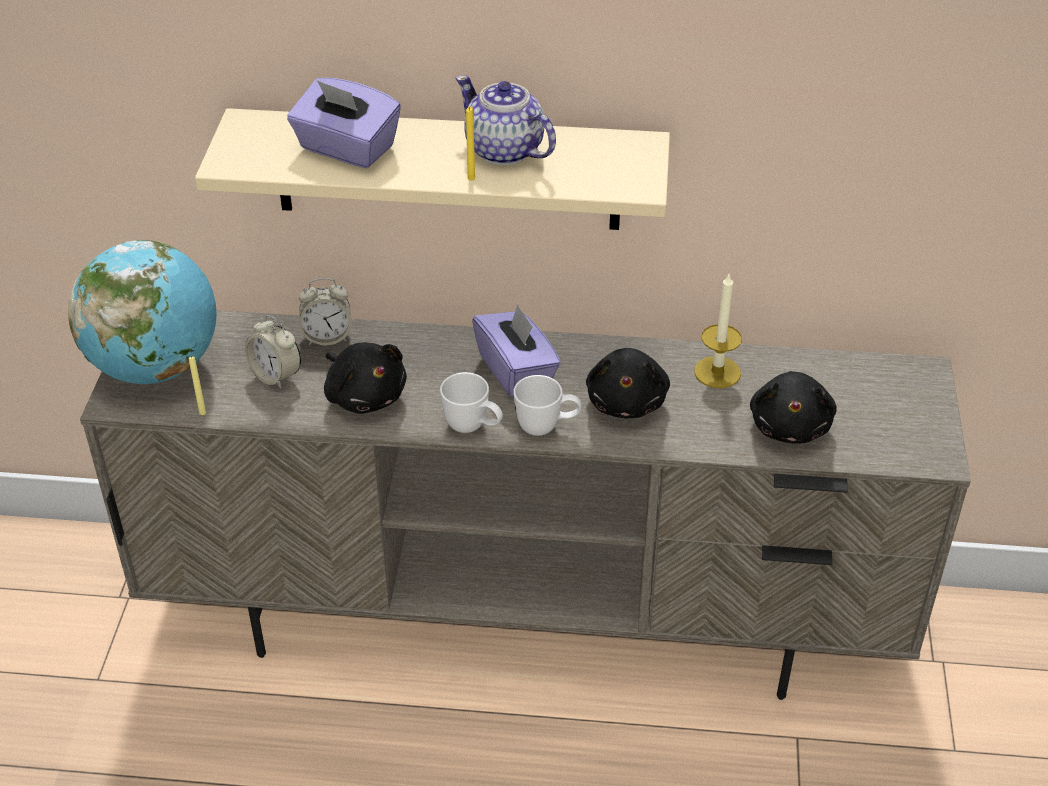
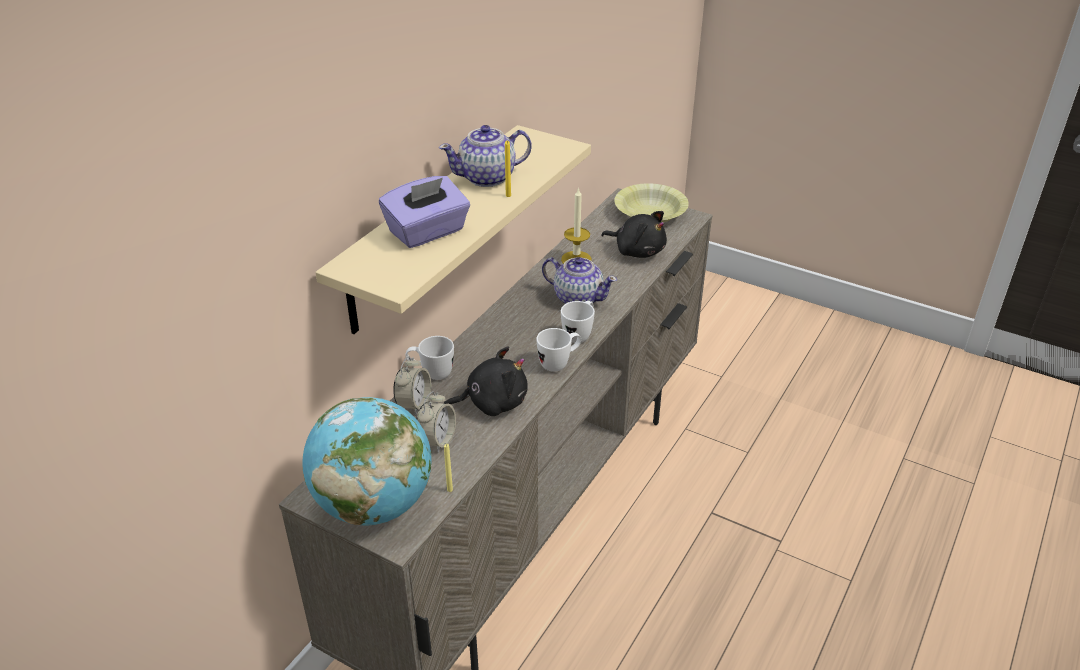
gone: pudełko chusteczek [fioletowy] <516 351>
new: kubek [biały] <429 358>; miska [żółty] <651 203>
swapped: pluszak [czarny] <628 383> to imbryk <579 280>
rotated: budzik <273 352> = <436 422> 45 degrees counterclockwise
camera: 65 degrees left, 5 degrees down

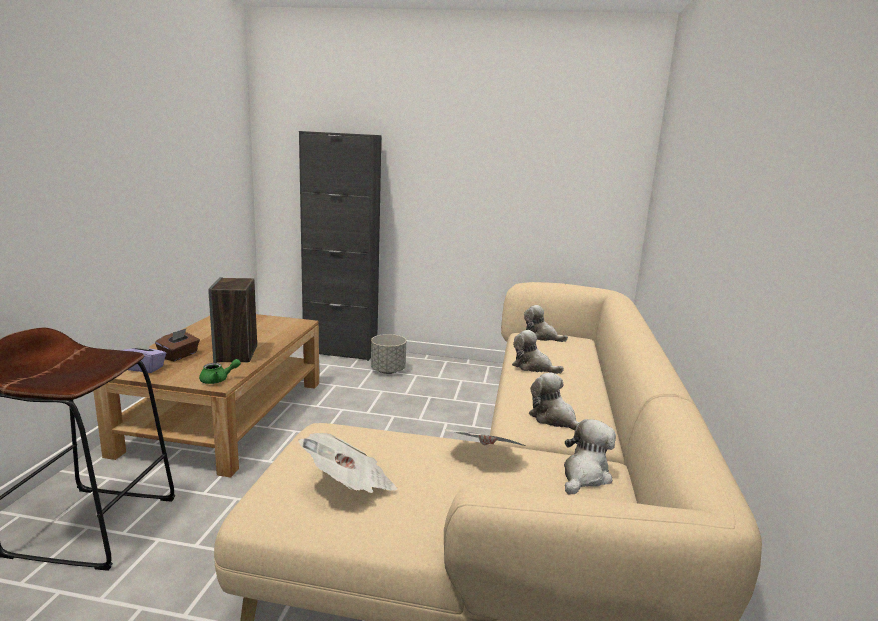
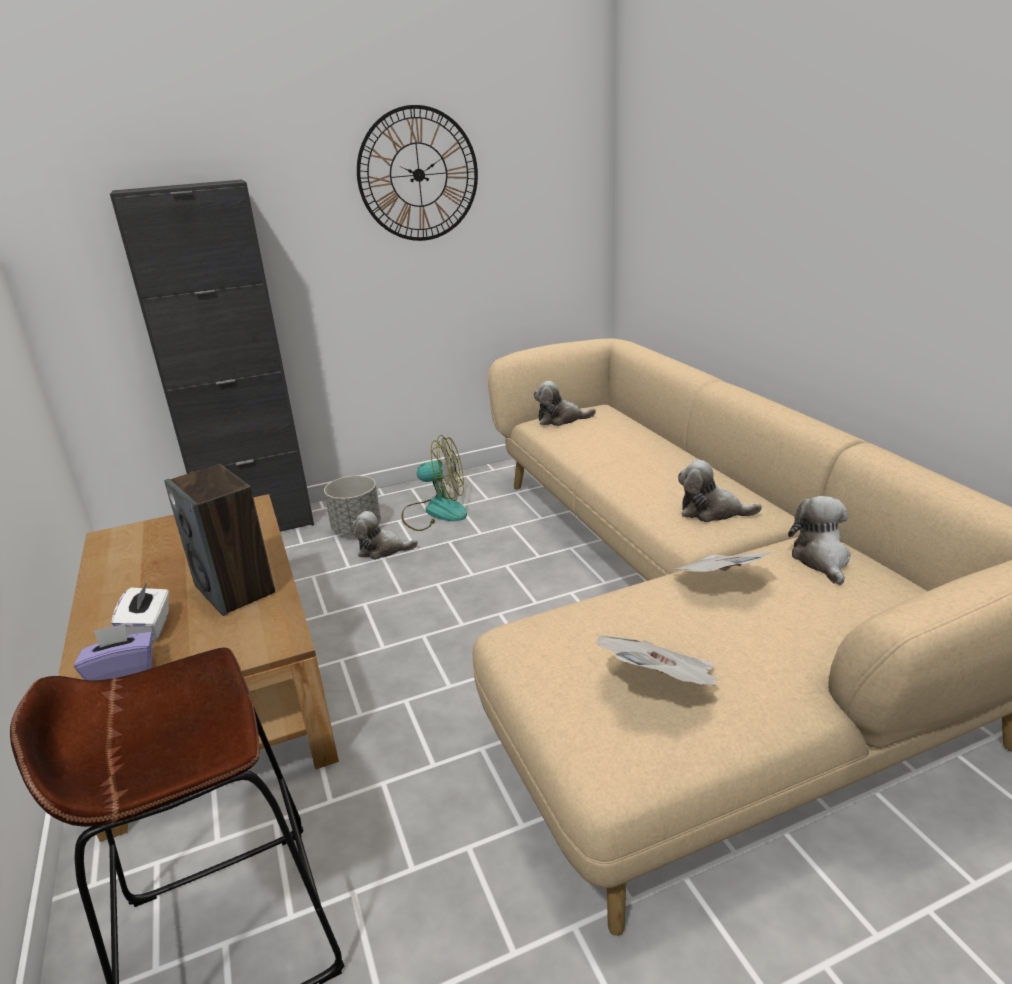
gone: imbryk [zielony] <220 371>
new: zegar ścienny <417 173>; wentylator <434 483>
shifted: pluszak <538 352> to <384 535>
repainted: pudełko chusteczek [brązowy] <177 345> to pudełko chusteczek [biały] <140 612>
camera: 30 degrees left, 10 degrees up

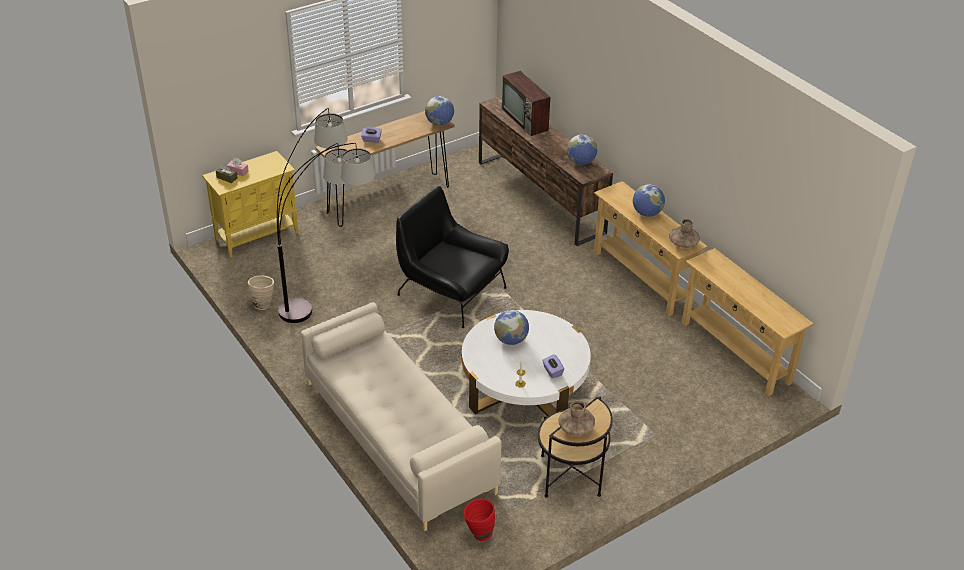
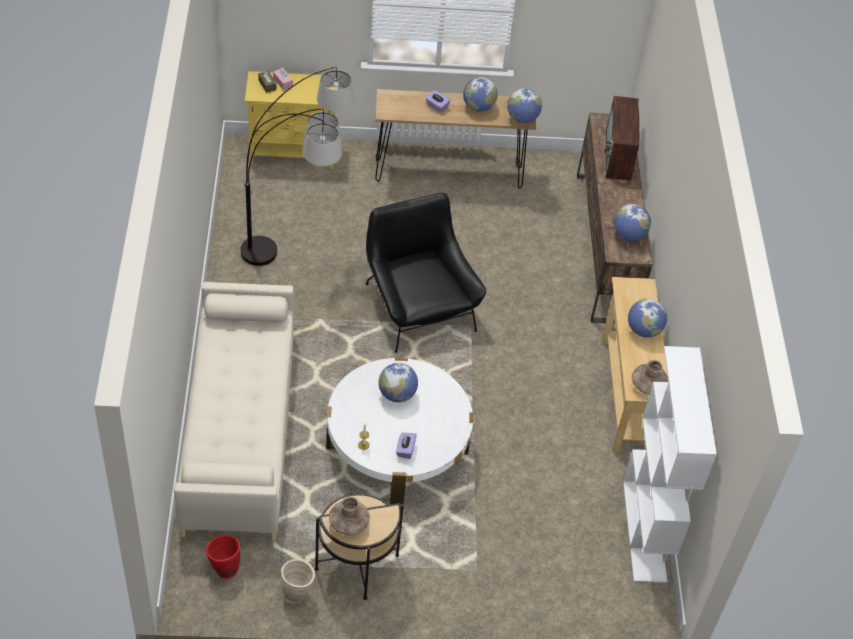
new: globus <480 94>
shifted: wazon [beżowy] <261 293> to <298 581>
swapped: stolik konsolowy [beżowy] <748 322> to regał [biały] <670 464>
camera: 30 degrees right, 10 degrees up

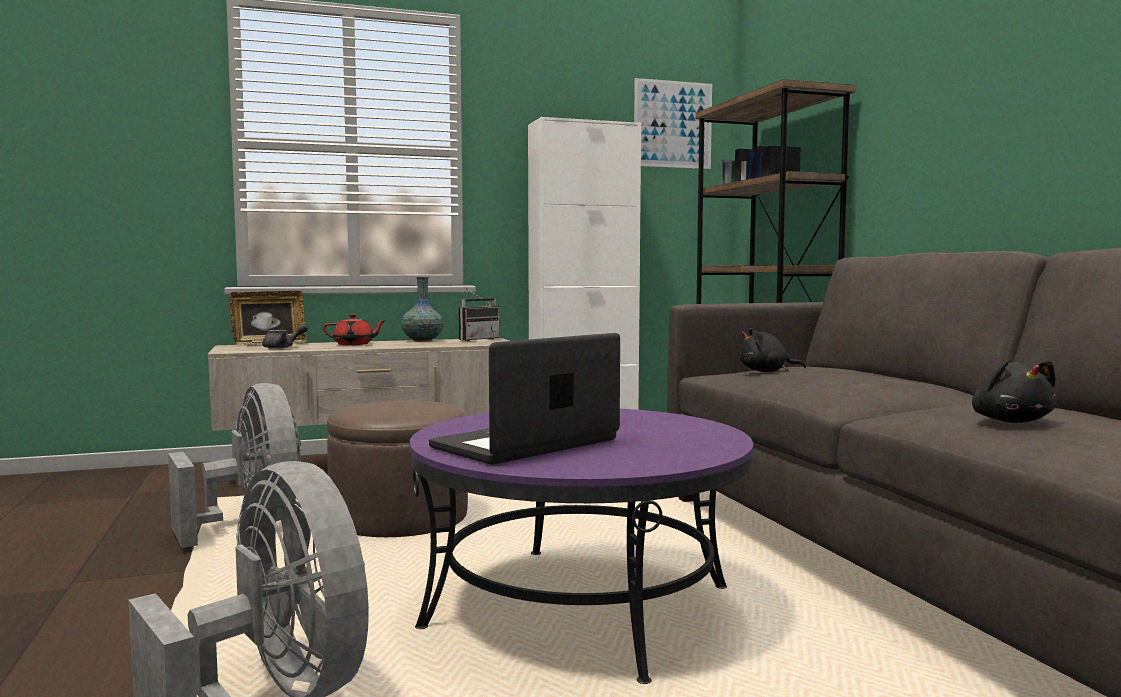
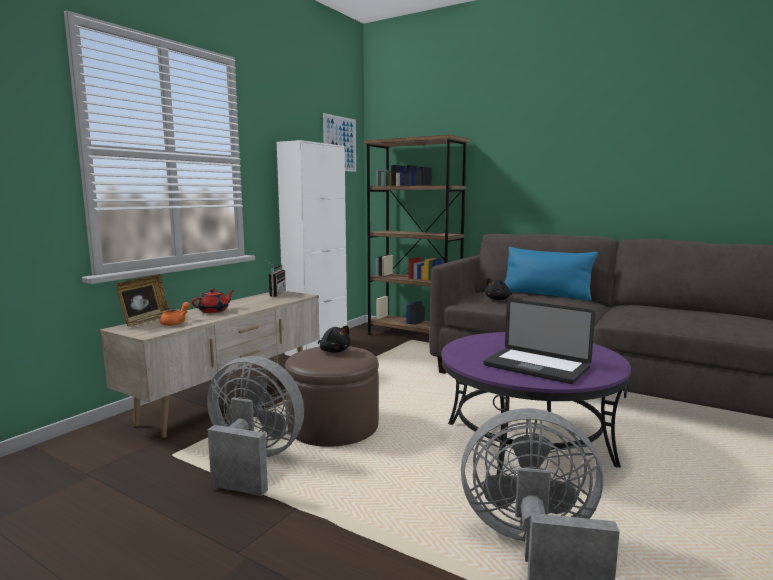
gone: wazon <422 309>
new: poduszka [niebieski] <551 274>
shifted: pluszak [czarny] <1014 391> to <334 339>
repainted: imbryk [szary] <285 336> to imbryk [pomarańczowy] <175 314>
rotated: laptop <524 399> = <539 341> 60 degrees counterclockwise
camera: 40 degrees left, 5 degrees up

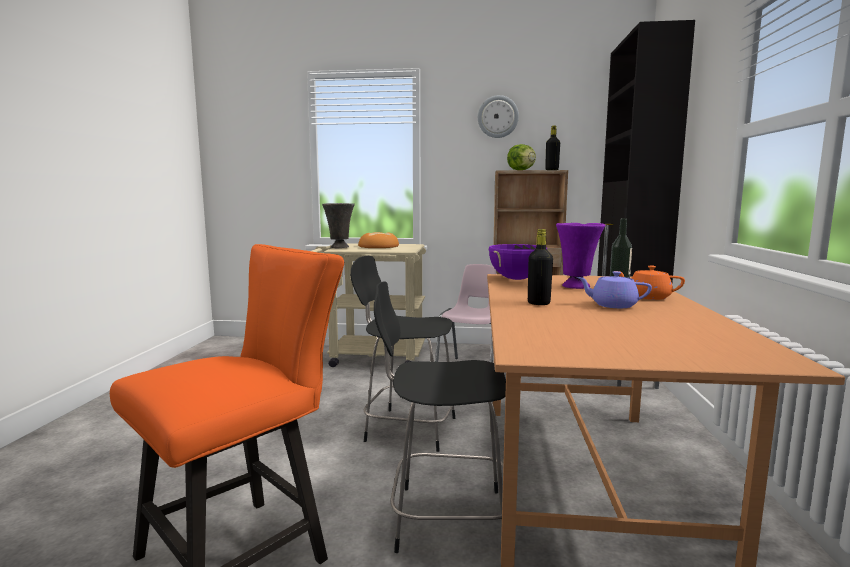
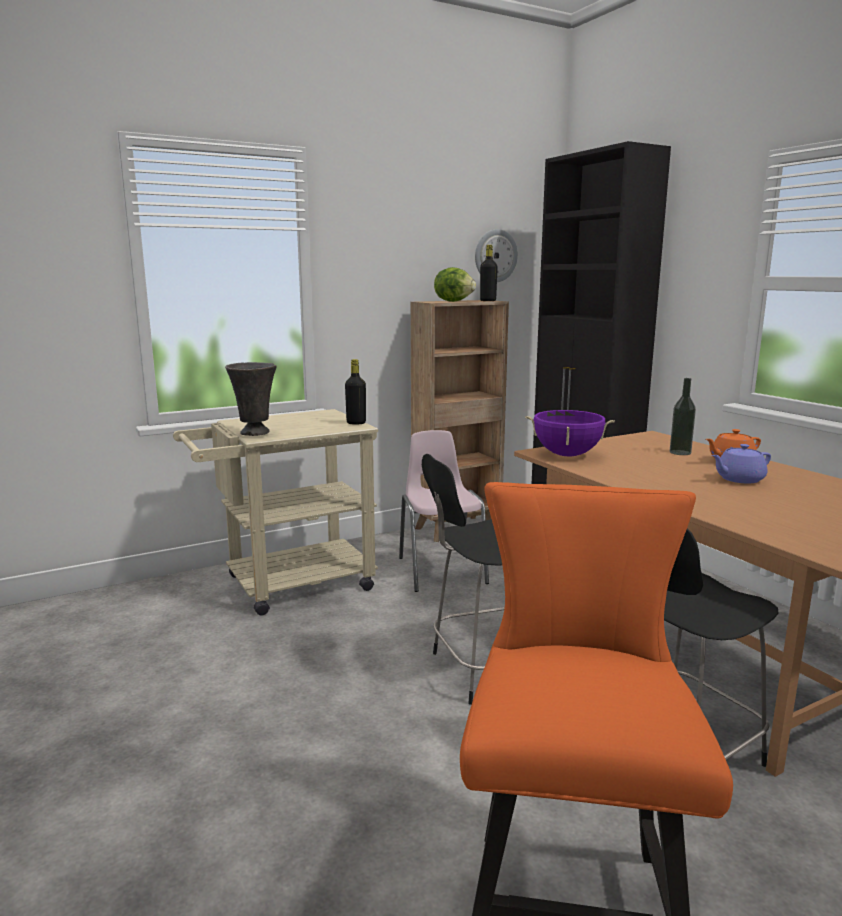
gone: chleb <378 240>; wazon [fioletowy] <580 256>
shifted: zegar ścienny <498 116> to <496 255>; butelka [czarny] <540 267> to <355 392>
camera: 35 degrees left, 5 degrees up

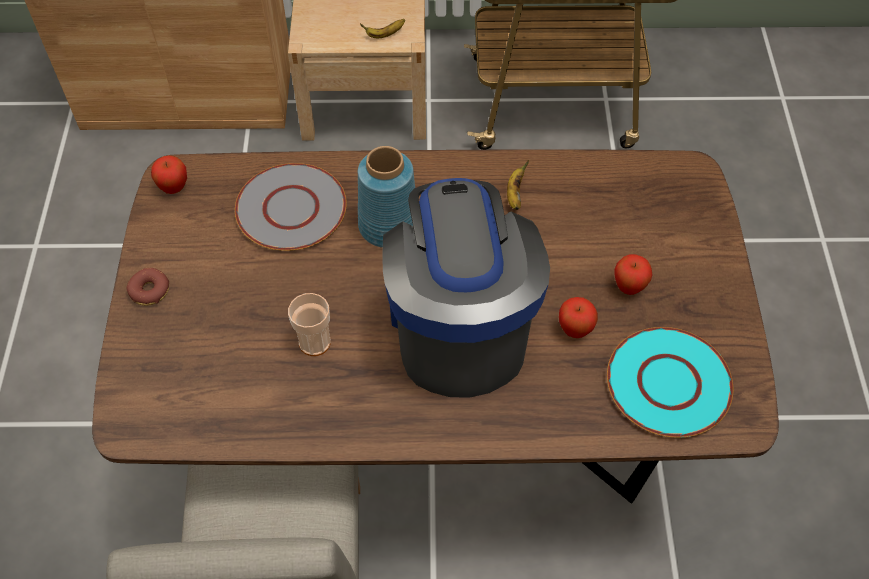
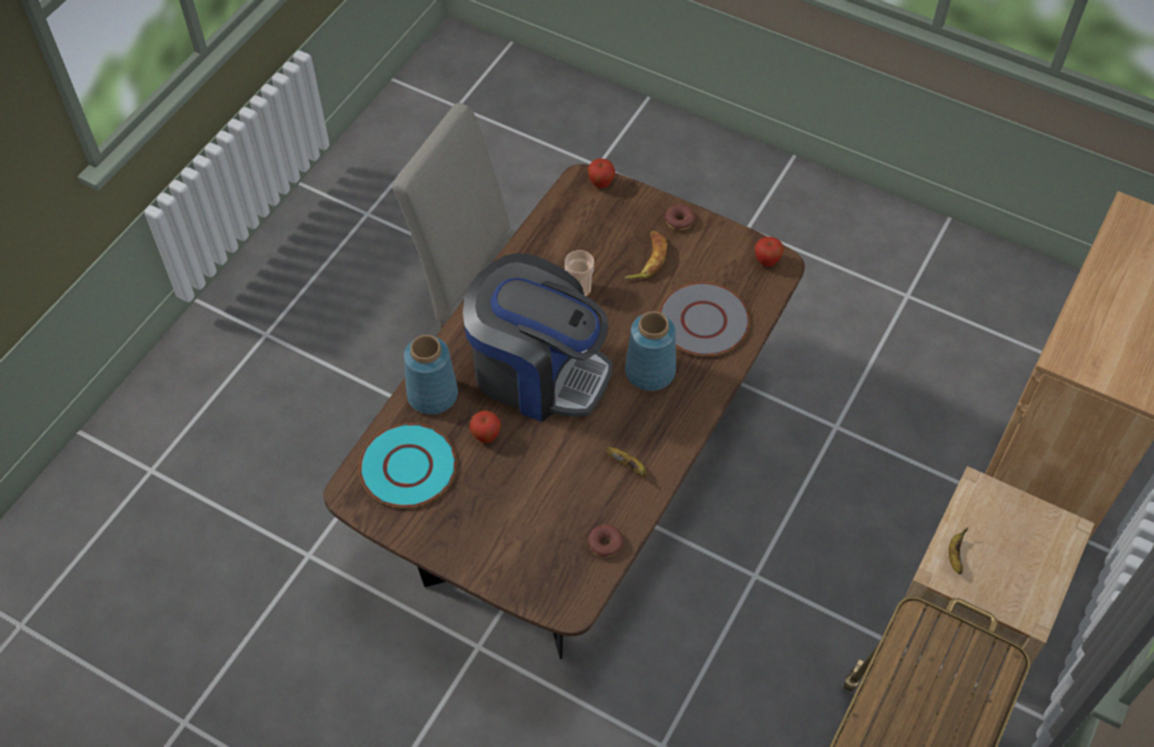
new: wazon [niebieski] <431 375>; donut <605 540>; banan <645 255>
shifted: jabłko <634 274> to <601 173>
camera: 120 degrees right, 0 degrees up

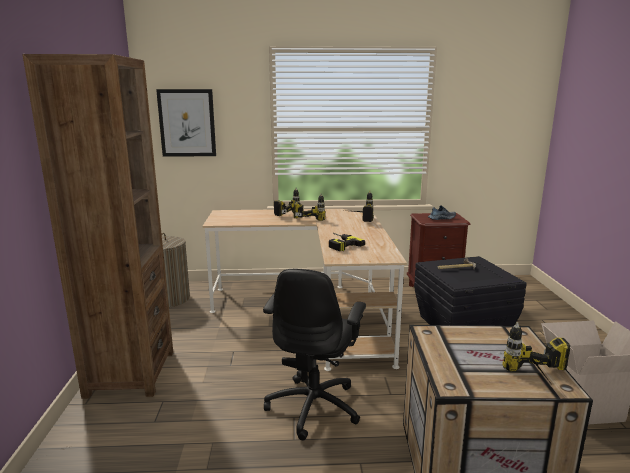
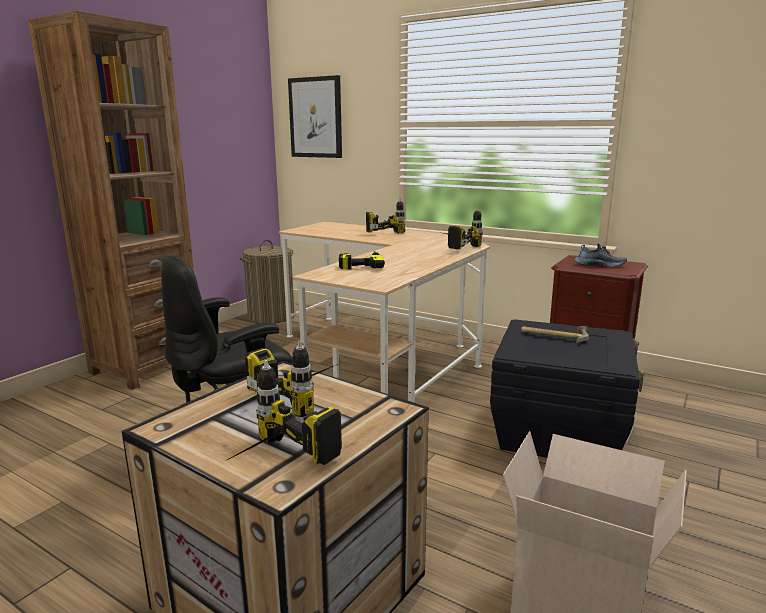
shifted: wiertarka <309 207> to <291 379>
camera: 35 degrees right, 0 degrees up

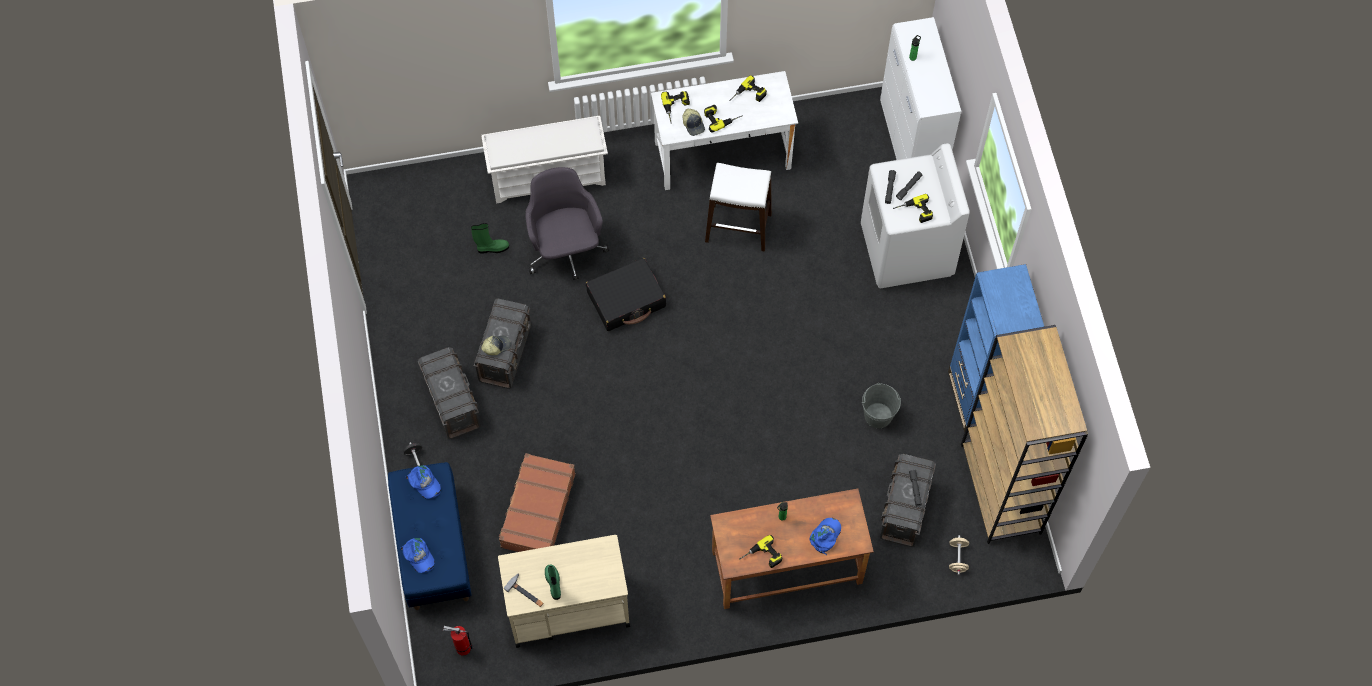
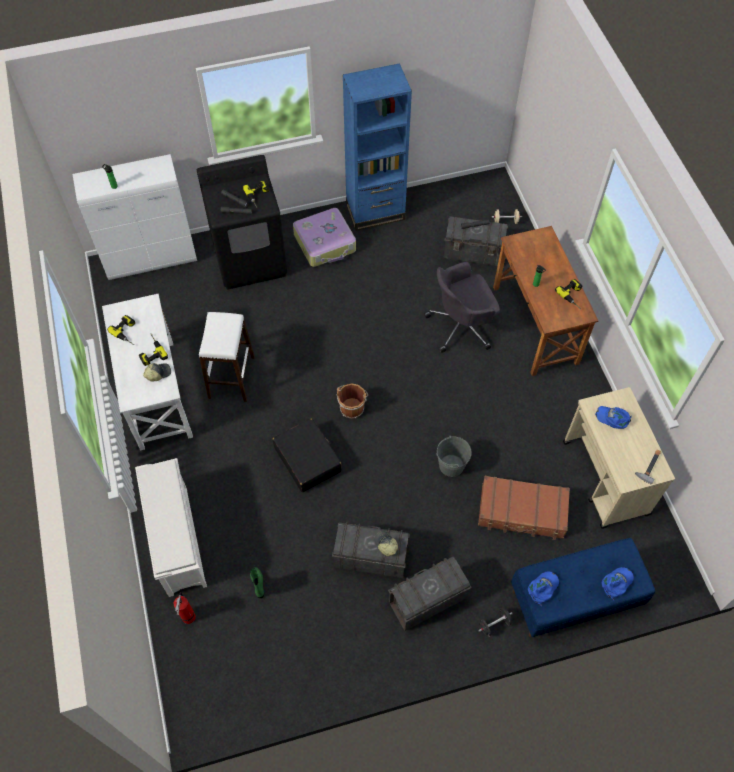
gone: but z cholewką [zielony] <553 582>; wiertarka <675 107>; regał [brązowy] <1024 434>
new: walizka <324 237>; wiadro [brązowy] <352 401>
shifted: gaśnica <458 641> to <185 608>; krzesło biurowe [szary] <567 223> to <462 307>; czapka z daszkiem [niebieski] <825 536> to <613 417>; wiadro [szary] <881 405> to <454 456>
repainted: pralka [biały] <915 215> to pralka [czarny] <242 222>
camera: 95 degrees left, 5 degrees down

